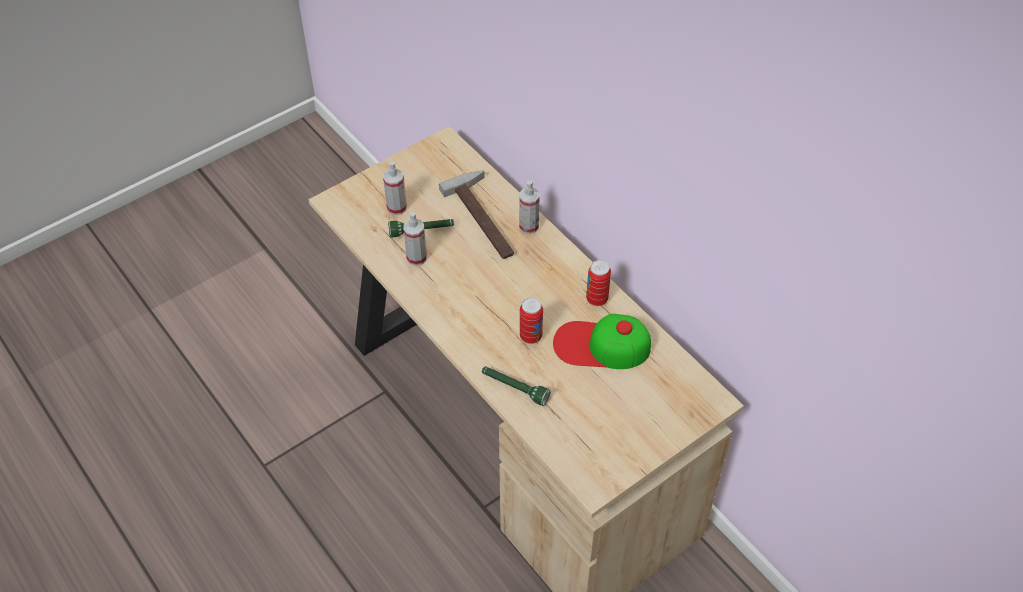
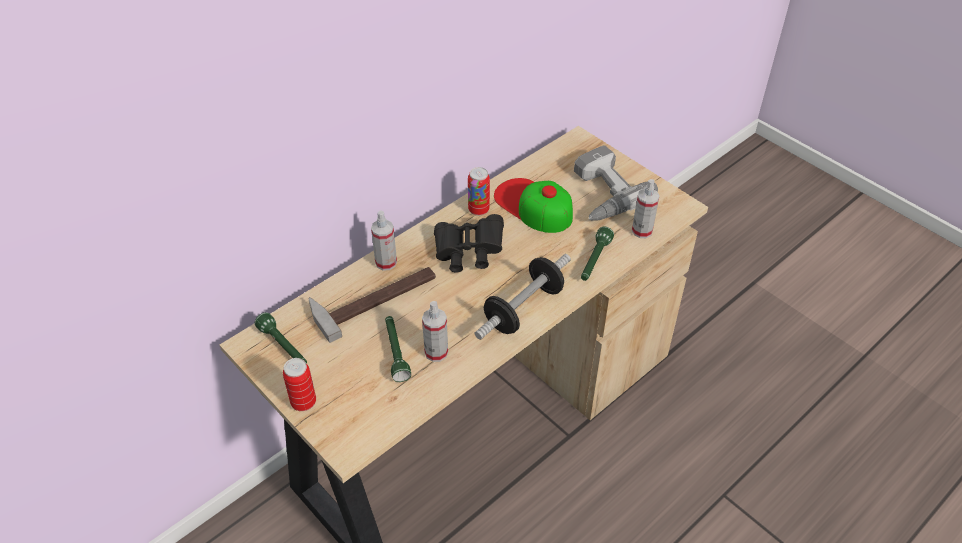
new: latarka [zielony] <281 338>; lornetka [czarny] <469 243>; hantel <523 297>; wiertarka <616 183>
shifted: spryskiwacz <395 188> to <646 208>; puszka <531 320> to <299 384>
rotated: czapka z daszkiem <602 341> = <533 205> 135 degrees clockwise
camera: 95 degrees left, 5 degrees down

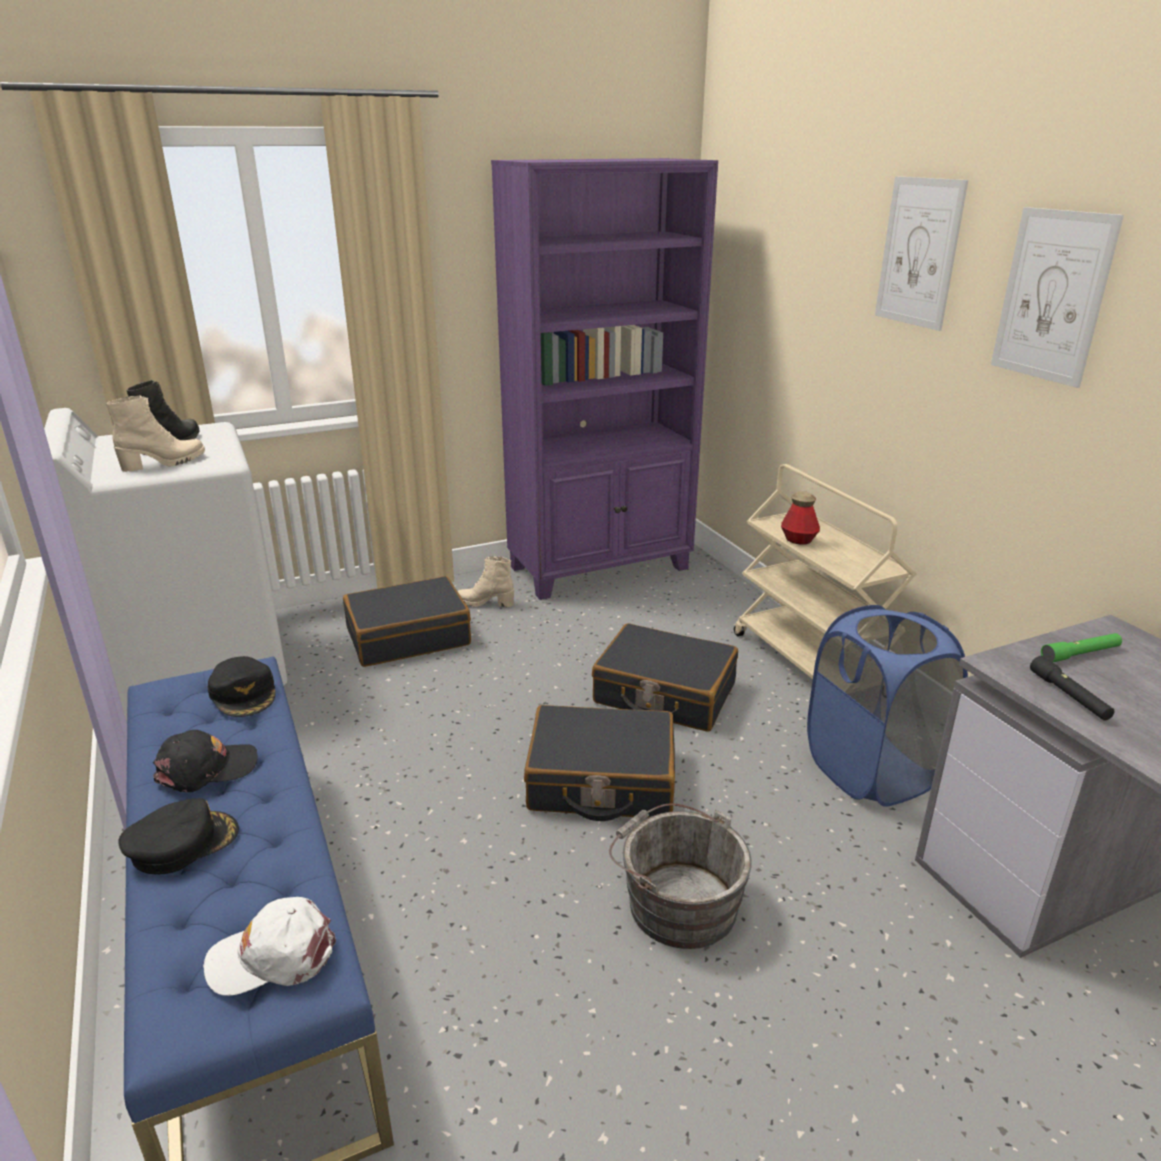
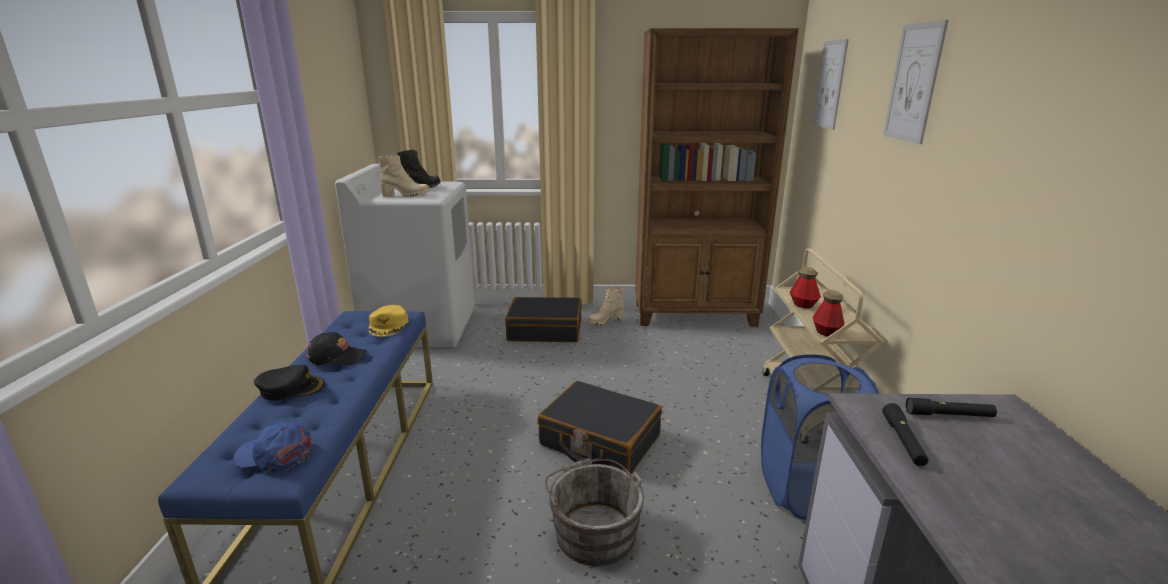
gone: walizka [czarny] <665 677>
new: butelka <828 313>
shifted: obraz <1057 297> to <830 84>
repainted: czapka z daszkiem [biały] <269 946> to czapka z daszkiem [niebieski] <273 447>; czapka z daszkiem [czarny] <241 686> to czapka z daszkiem [żółty] <388 321>; regał [fioletowy] <604 379> to regał [brązowy] <717 177>; latarka [zielony] <1081 647> to latarka [czarny] <951 407>
rotated: but z cholewką [beżowy] <486 581> = <605 306> 60 degrees counterclockwise
camera: 25 degrees right, 5 degrees down

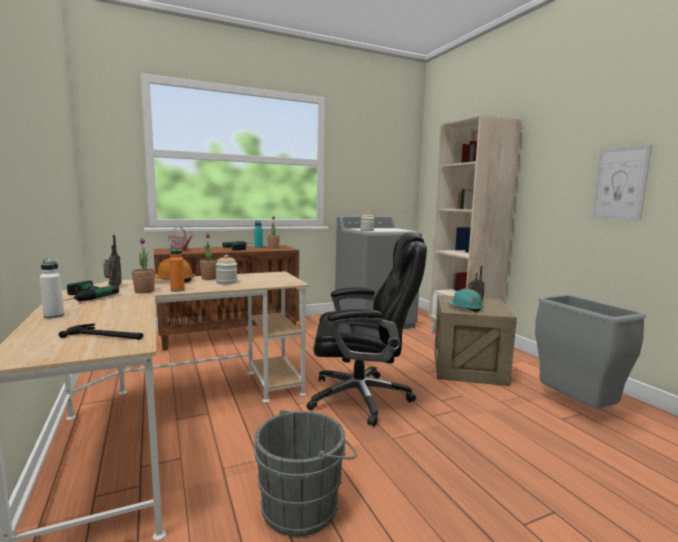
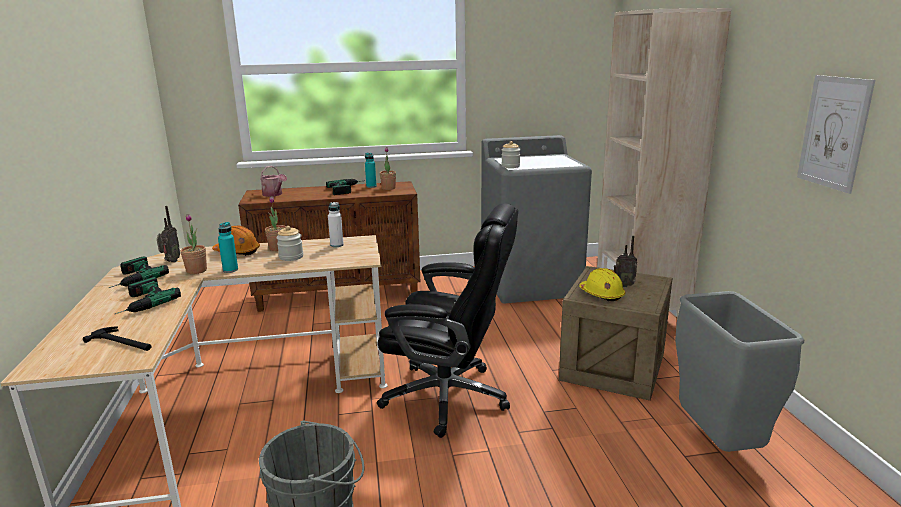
new: wiertarka <148 295>
shifted: butelka [biały] <51 288> to <336 224>
repainted: butelka [pomarańczowy] <177 269> to butelka [turkusowy] <228 247>; kask [turkusowy] <465 300> to kask [żółty] <602 284>
camera: 15 degrees right, 10 degrees up

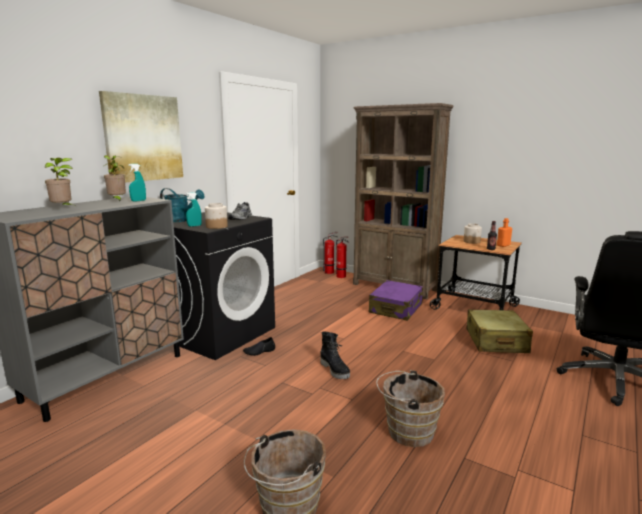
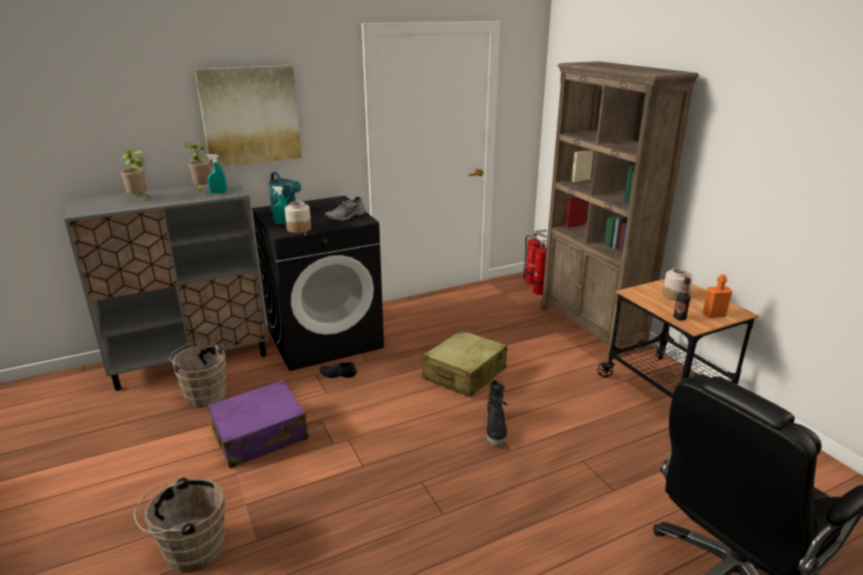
shifted: but z cholewką [czarny] <335 355> to <497 412>; walizka [fioletowy] <396 300> to <258 424>; wiadro [brązowy] <410 408> to <198 375>; walizka [beżowy] <500 331> to <464 363>
camera: 30 degrees right, 10 degrees up

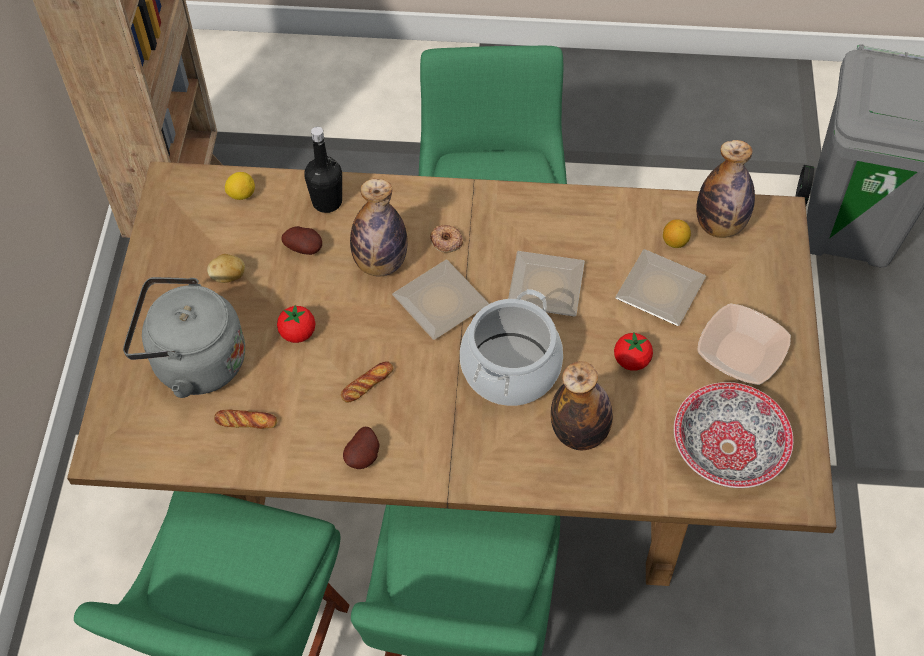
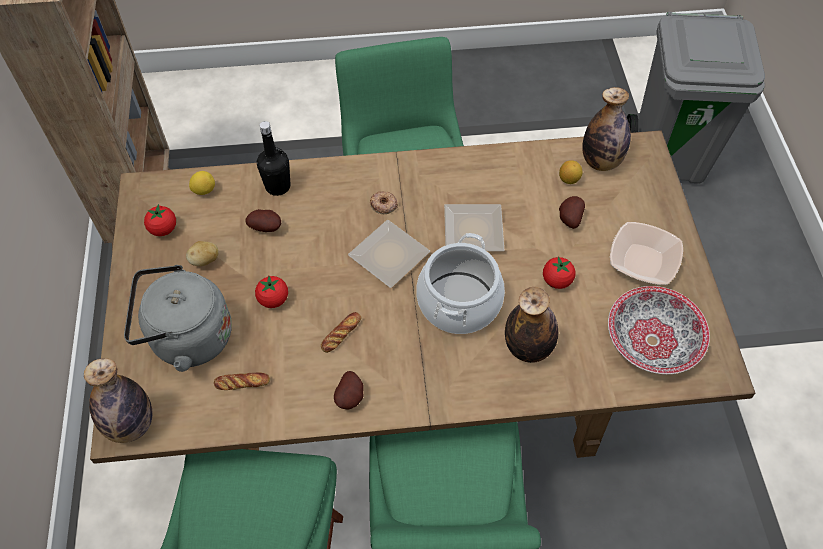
new: pomidor <160 220>
shifted: butelka <379 227> to <118 400>
swapped: talerz <660 287> to ziemniak <572 212>
camera: 10 degrees left, 0 degrees up

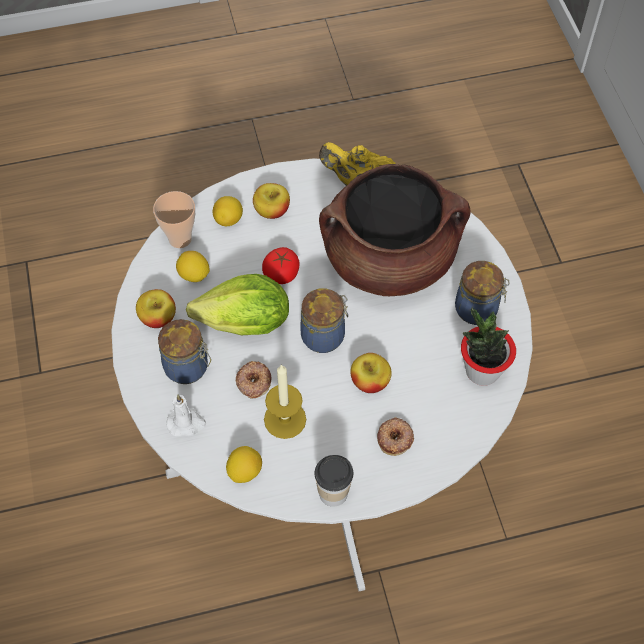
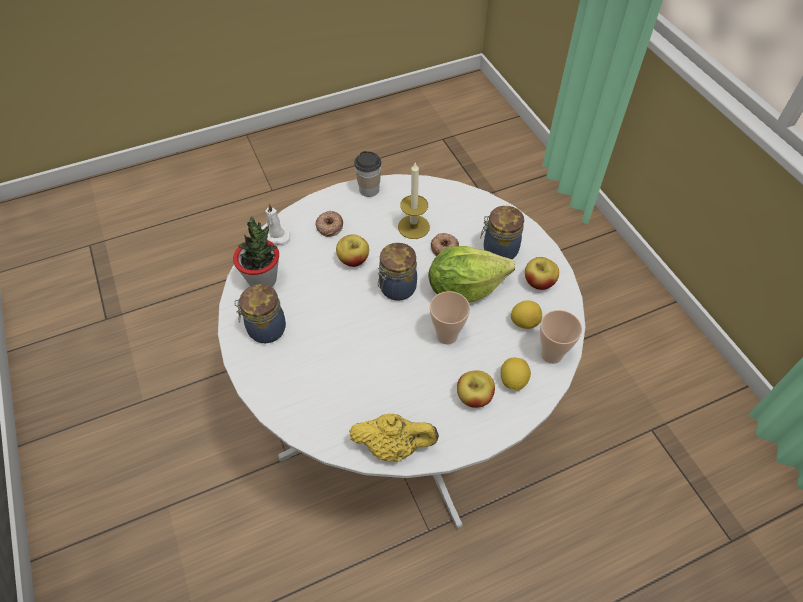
gone: cytryna <244 464>; garnek [brązowy] <395 230>
shifted: świeca [biały] <186 415> to <277 224>
swapped: pomidor <281 265> to filiżanka <450 318>
camera: 170 degrees right, 5 degrees down

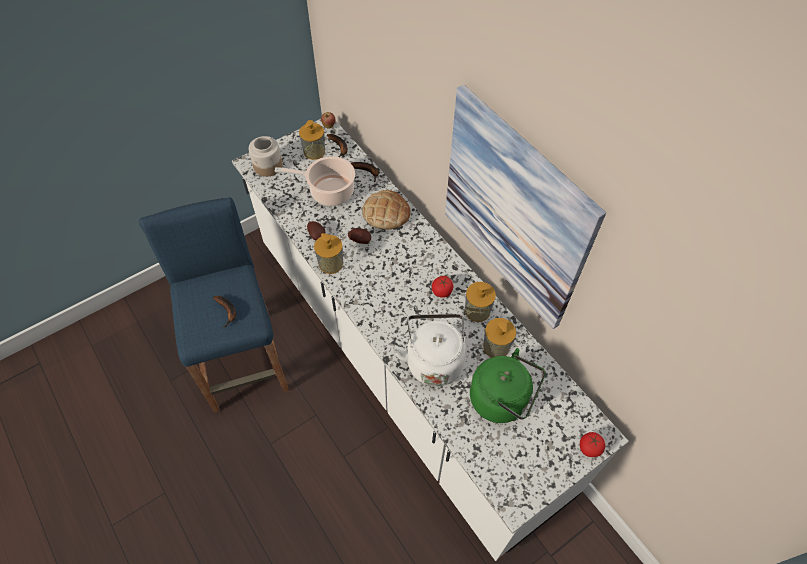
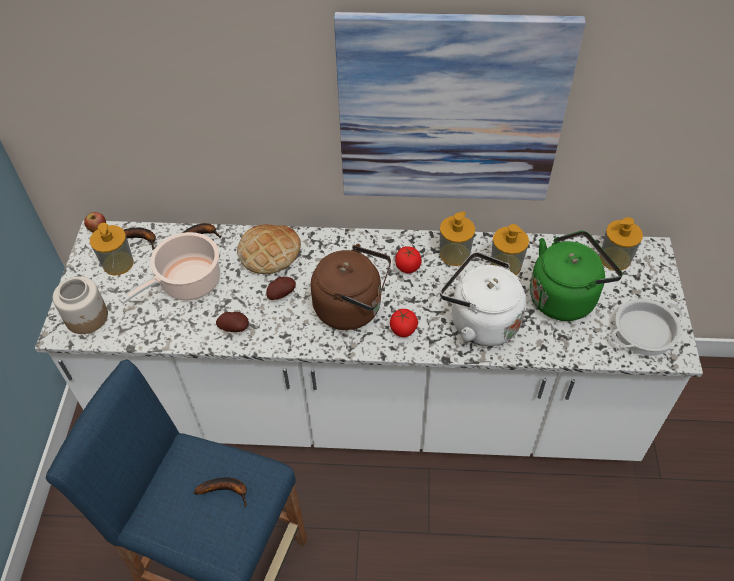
new: czajnik [brązowy] <351 287>; garnek <647 327>
shifted: dozownik mydła <328 253> to <621 243>; pomidor <592 444> to <404 323>
camera: 50 degrees left, 5 degrees down

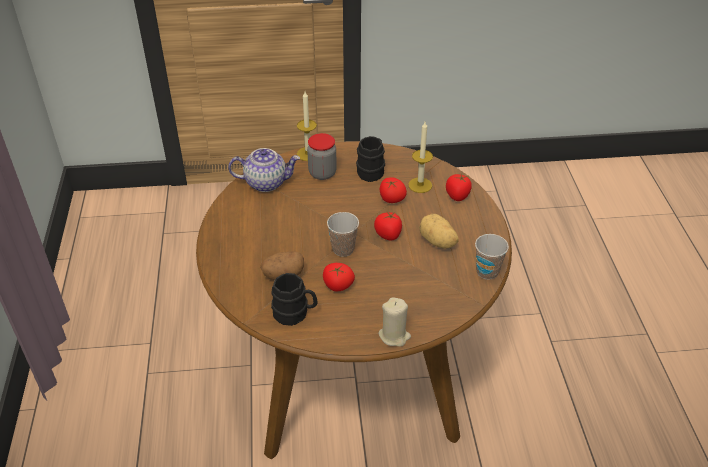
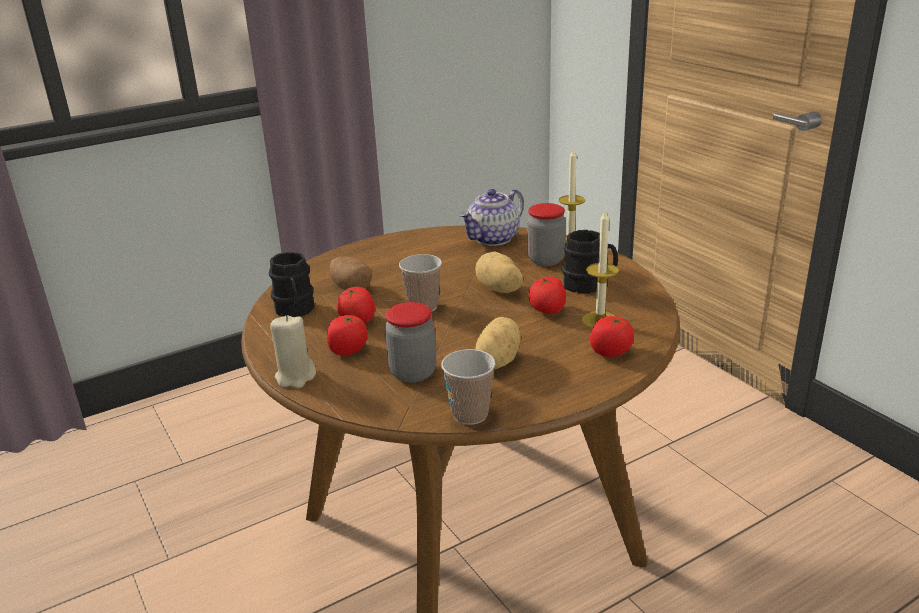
new: słoik <410 342>; ziemniak <499 272>
shifted: pomidor <388 226> to <347 335>
rotated: imbryk <264 170> = <491 217> 75 degrees clockwise
camera: 65 degrees right, 15 degrees down

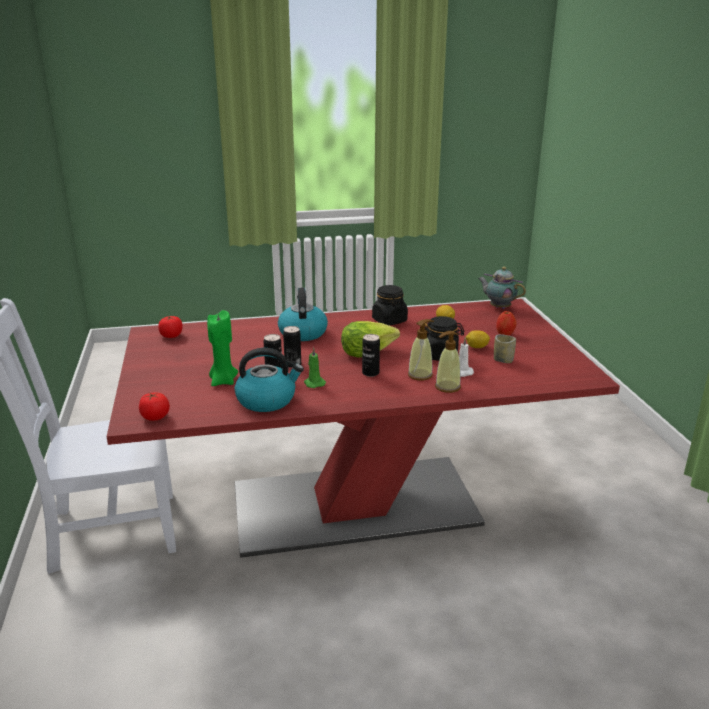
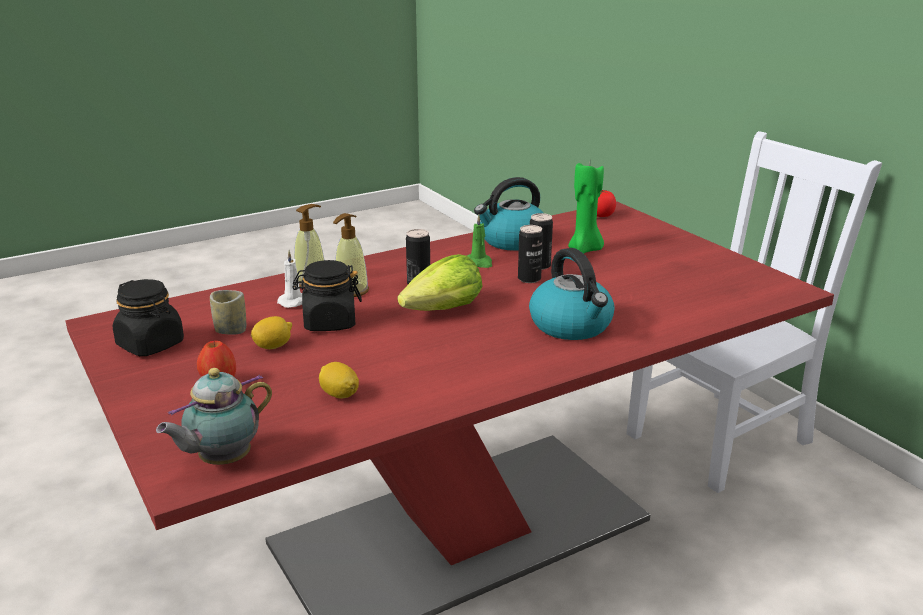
gone: pomidor <170 327>
shifted: słoik [czarny] <390 305> to <148 317>
rotated: imbryk <502 288> = <214 416> 120 degrees clockwise
camera: 160 degrees right, 0 degrees up

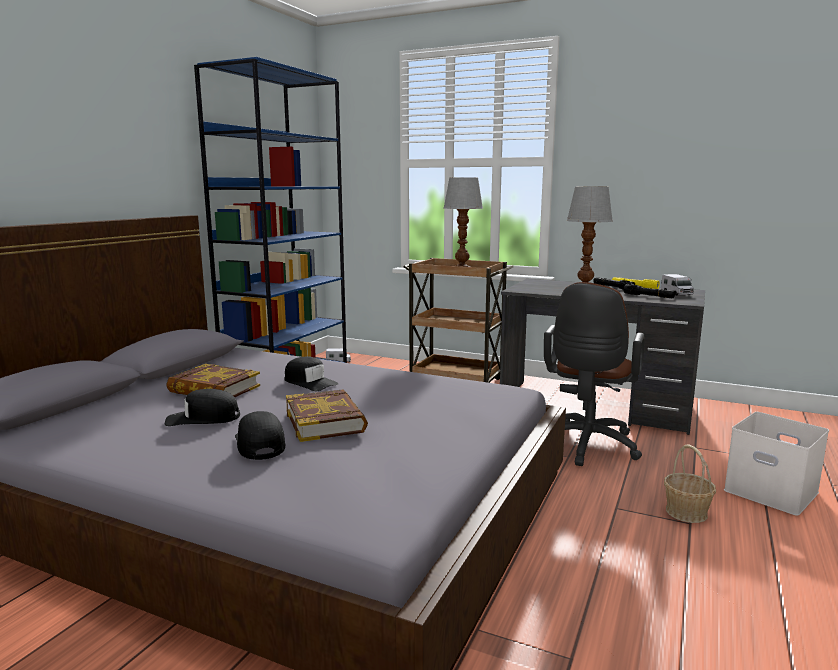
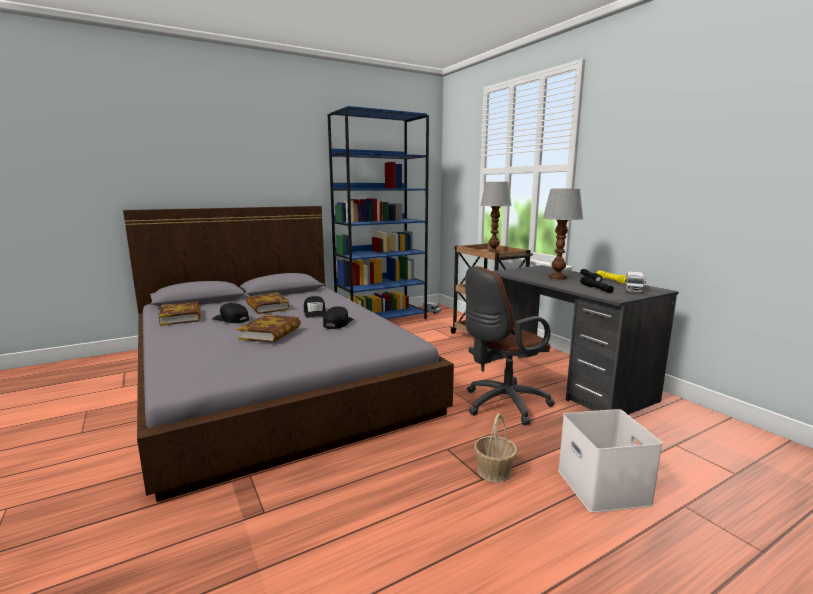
new: książka <179 314>
shifted: czapka z daszkiem [czarny] <260 435> to <338 317>
camera: 35 degrees right, 0 degrees up

